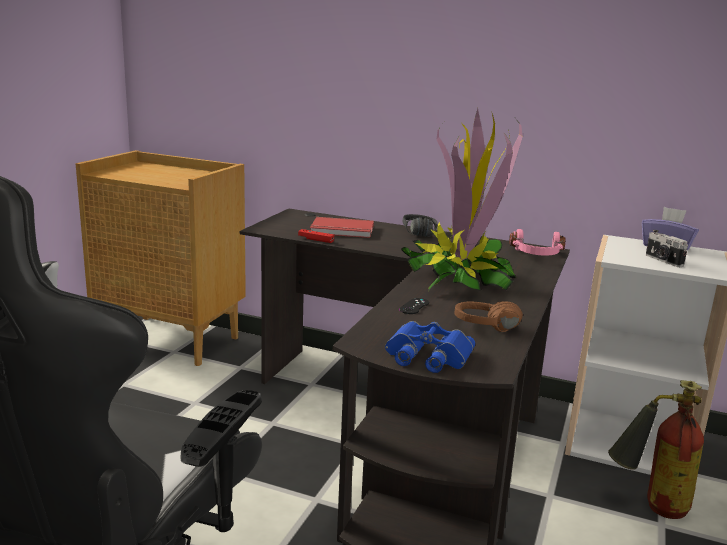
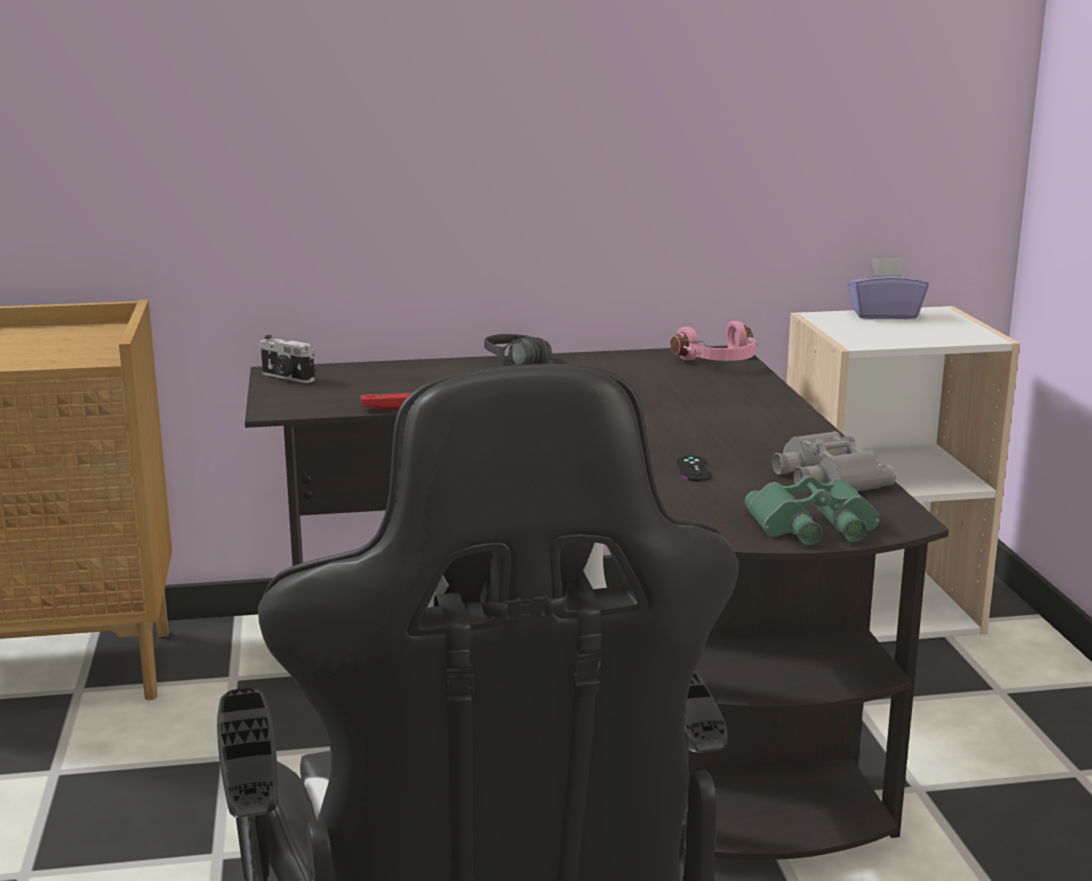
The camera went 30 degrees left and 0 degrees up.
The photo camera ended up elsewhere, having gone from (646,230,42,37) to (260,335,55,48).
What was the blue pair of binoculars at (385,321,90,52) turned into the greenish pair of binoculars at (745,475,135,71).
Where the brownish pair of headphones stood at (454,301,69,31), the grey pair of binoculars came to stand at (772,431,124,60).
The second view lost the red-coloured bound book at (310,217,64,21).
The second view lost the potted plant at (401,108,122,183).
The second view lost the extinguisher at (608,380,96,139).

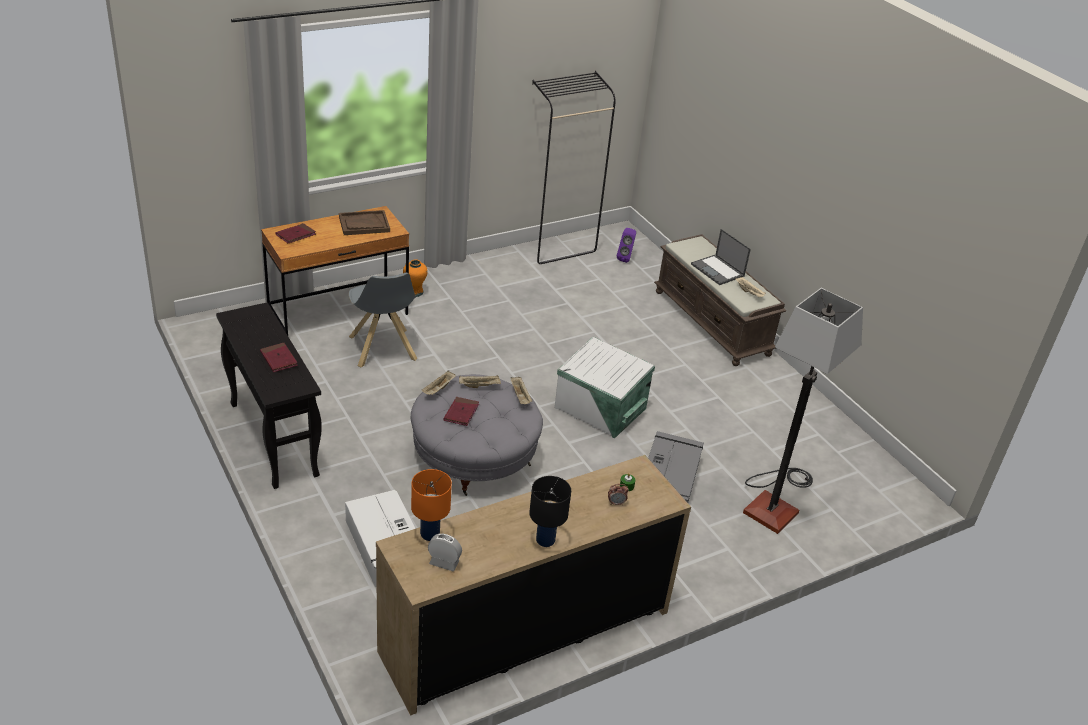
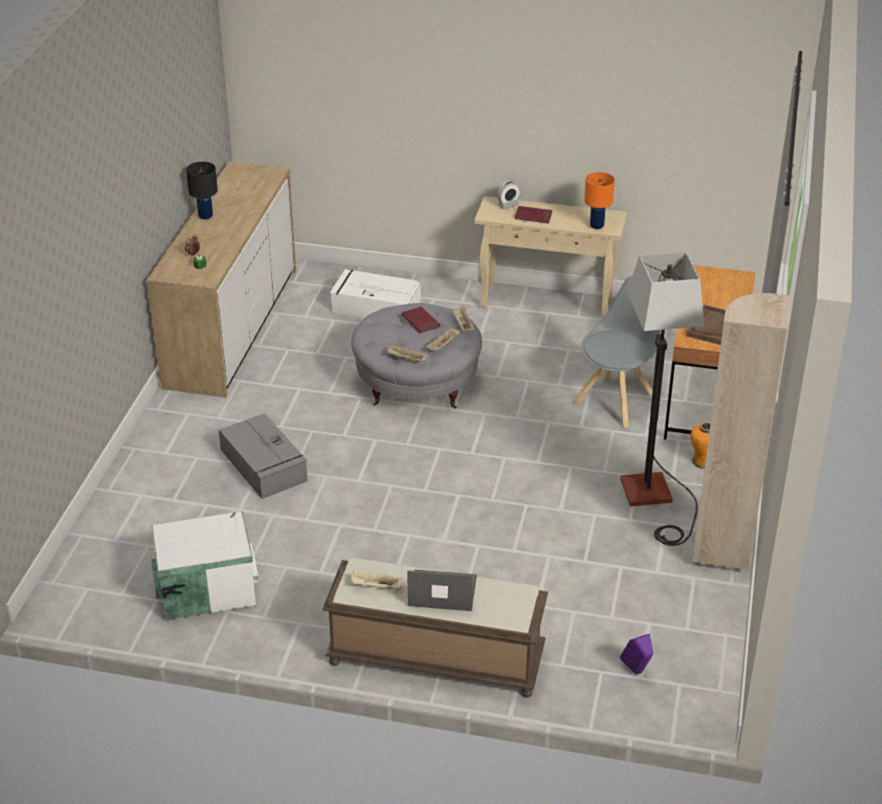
The camera went 135 degrees right and 0 degrees up.
The whitish storage bin ended up elsewhere, having gone from (555,337,100,102) to (151,511,108,110).
What was the black hall table at (216,302,106,187) turned into the beige-coloured hall table at (474,196,153,123).
The bedside clock ended up elsewhere, having gone from (428,534,34,37) to (497,181,23,29).
The grey plain chair at (349,273,68,95) ended up facing another way, 105 degrees clockwise from before.
The orange-coloured table lamp ended up elsewhere, having gone from (411,469,41,72) to (584,172,31,57).
The floor lamp ended up elsewhere, having gone from (743,288,120,246) to (620,252,84,294).
The second view gained the beige-coloured shelving unit at (692,293,98,277).
The second view lost the red-coloured bound book at (276,223,40,20).
The second view lost the black garment stand at (532,71,84,193).

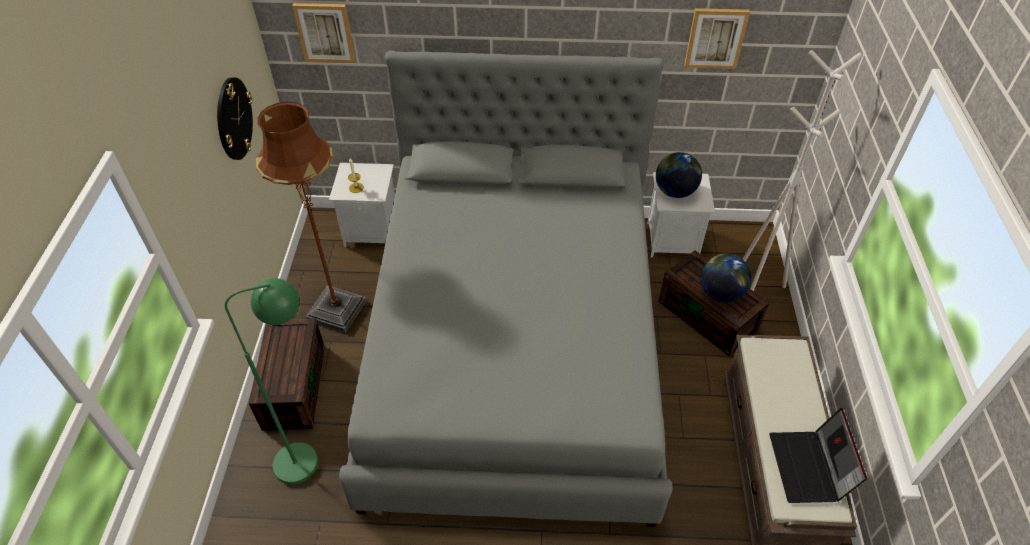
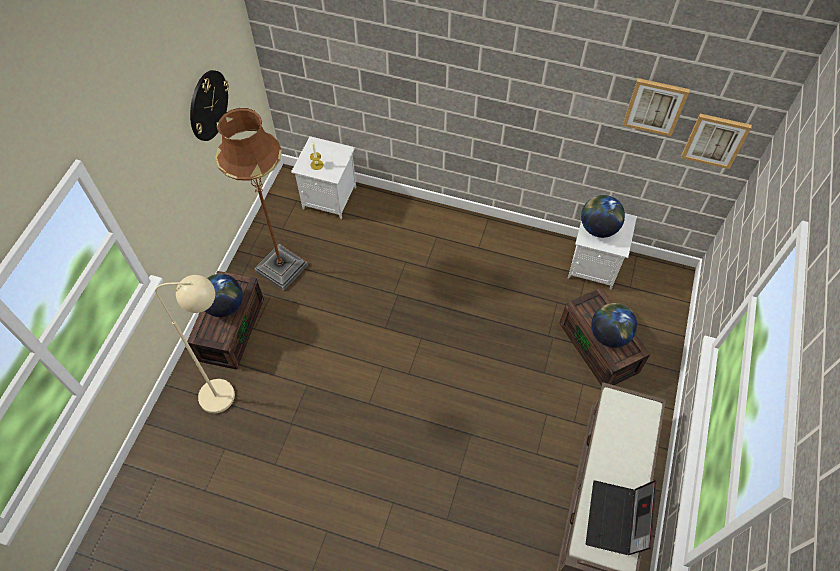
The camera went 15 degrees right and 10 degrees up.
What was the greenish floor lamp at (225,278,93,207) turned into the beige-coloured floor lamp at (155,275,80,138).
The second view gained the desk globe at (205,274,38,43).
The wall art ended up elsewhere, having gone from (292,3,64,60) to (681,114,71,55).
The second view lost the grey bedroom bed at (339,51,334,476).
The second view lost the grey garment stand at (742,50,120,241).

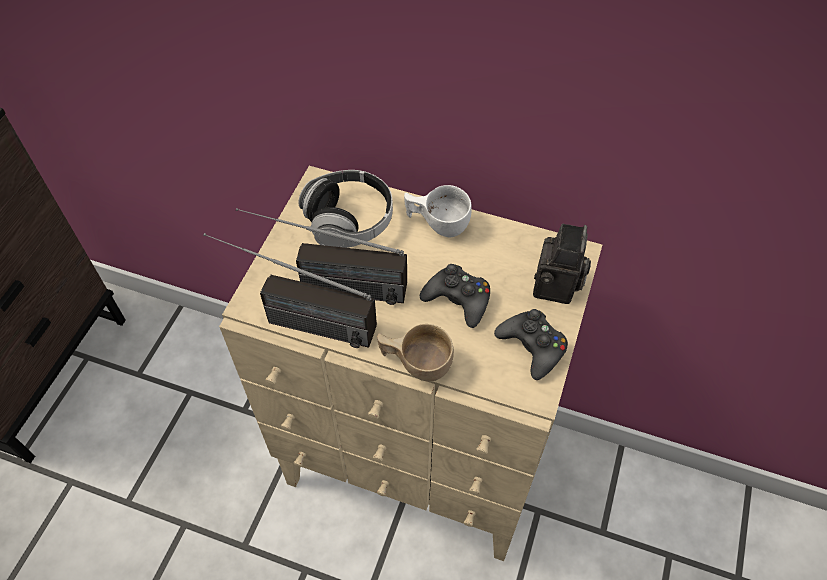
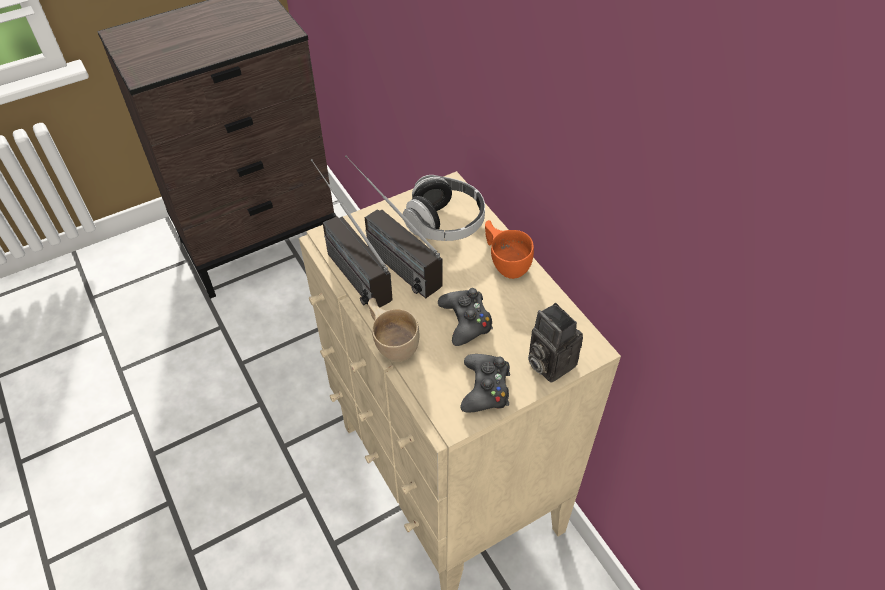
The camera went 40 degrees right and 5 degrees down.
What was the whitish drinking cup at (404,185,68,53) turned into the orange-coloured drinking cup at (485,220,49,59).
The photo camera at (533,224,58,80) ended up facing another way, 90 degrees clockwise from before.

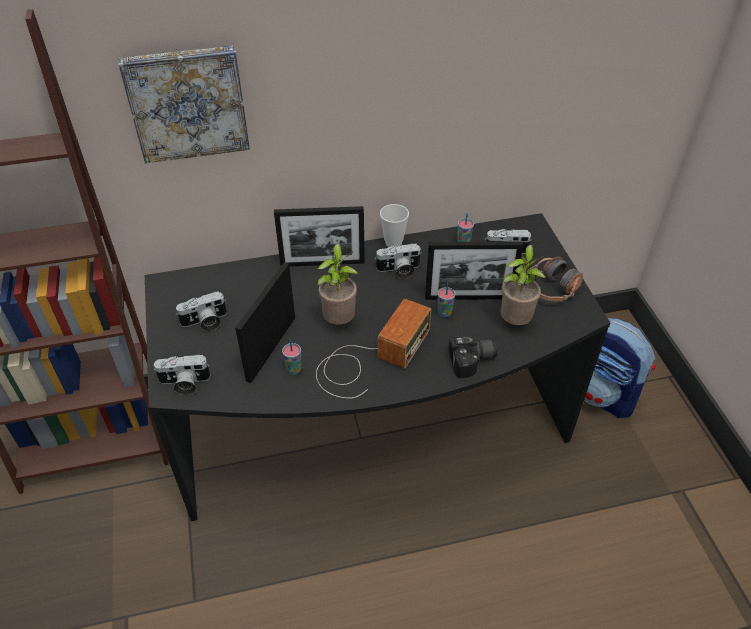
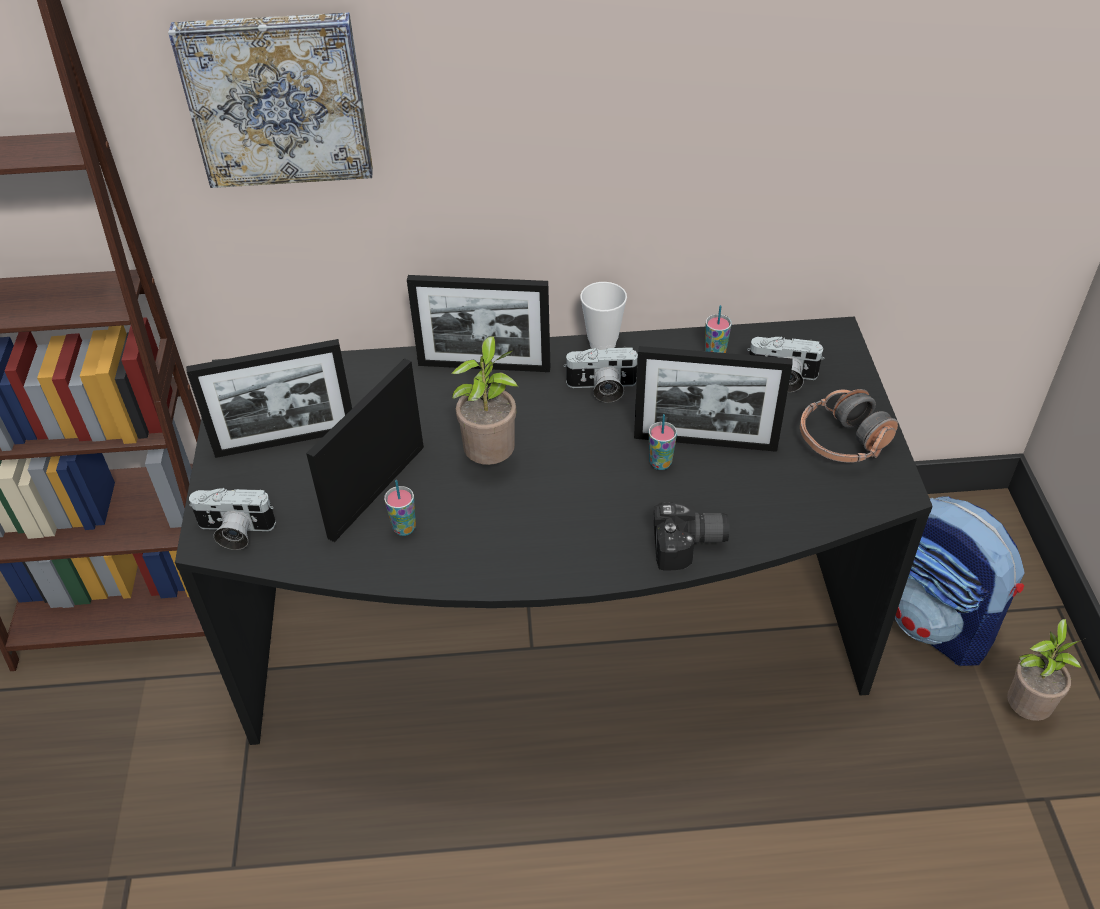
The camera went 10 degrees right and 0 degrees up.
Where the photo camera stood at (176,291,51,40), the photo frame came to stand at (186,339,166,119).
The potted plant ended up elsewhere, having gone from (500,245,45,80) to (1007,619,74,102).
The second view lost the radio at (316,299,115,100).

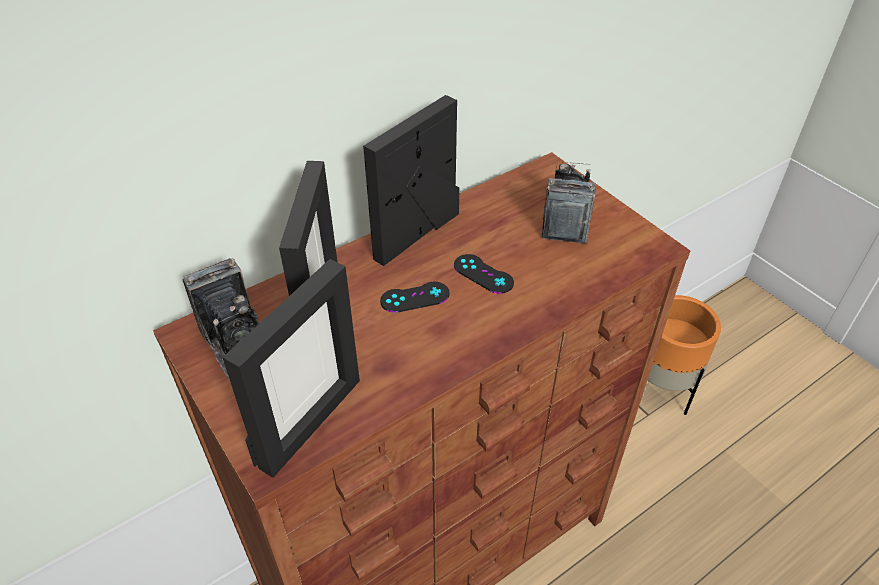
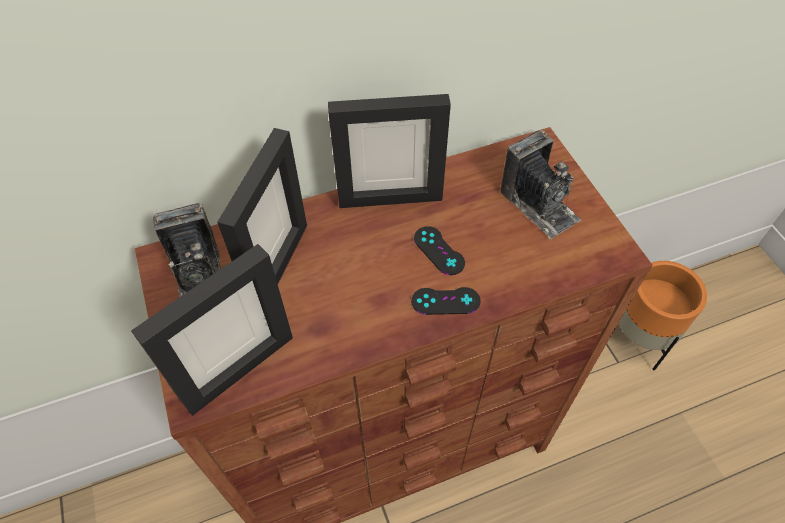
The camera went 15 degrees right and 10 degrees up.
The photo frame at (363,95,97,171) ended up facing another way, 150 degrees counterclockwise from before.
The black gamepad ended up elsewhere, having gone from (380,282,70,31) to (411,287,69,28).
The photo camera at (542,162,54,81) ended up facing another way, 120 degrees clockwise from before.

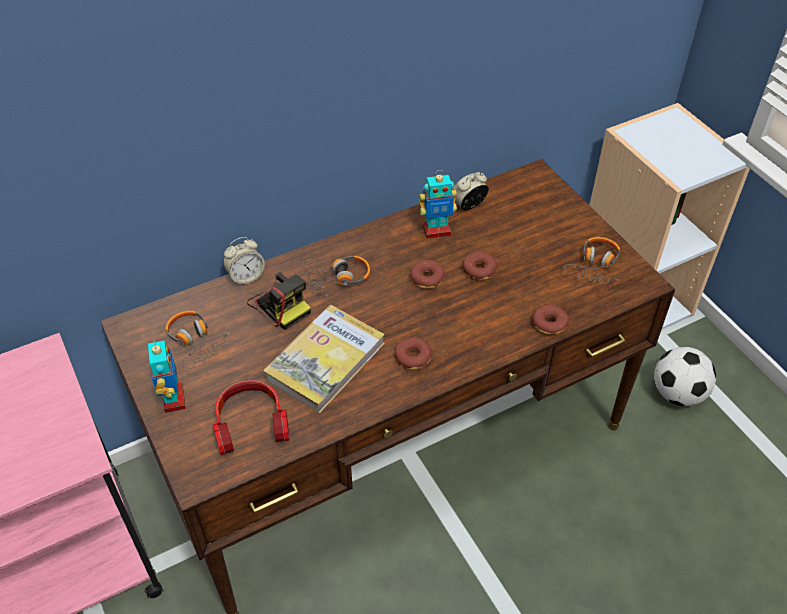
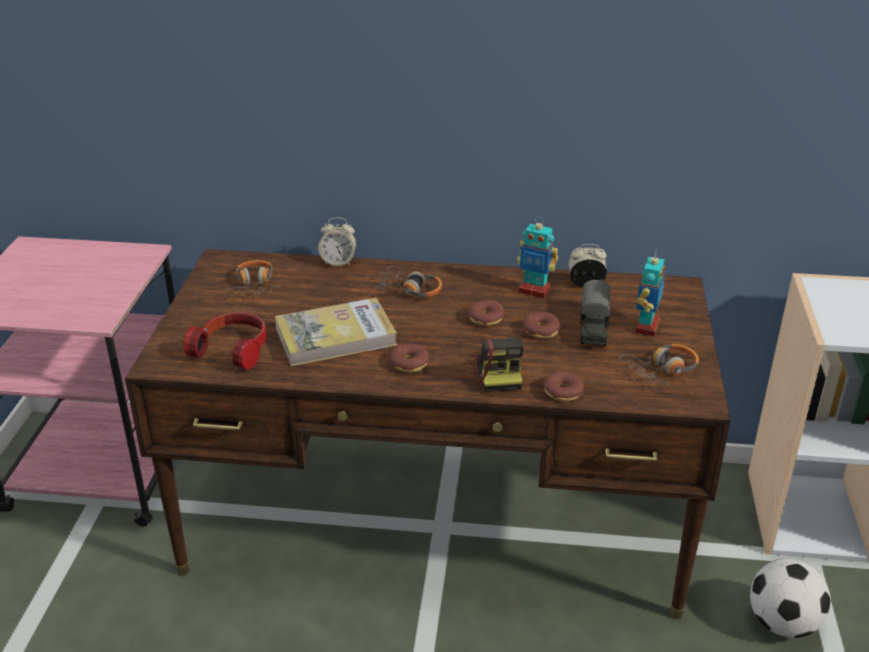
The camera went 35 degrees right and 15 degrees down.
The photo camera ended up elsewhere, having gone from (247,272,64,58) to (468,337,56,55).
The second view gained the toy truck at (580,280,31,66).
The toy robot ended up elsewhere, having gone from (148,340,38,73) to (635,250,30,87).

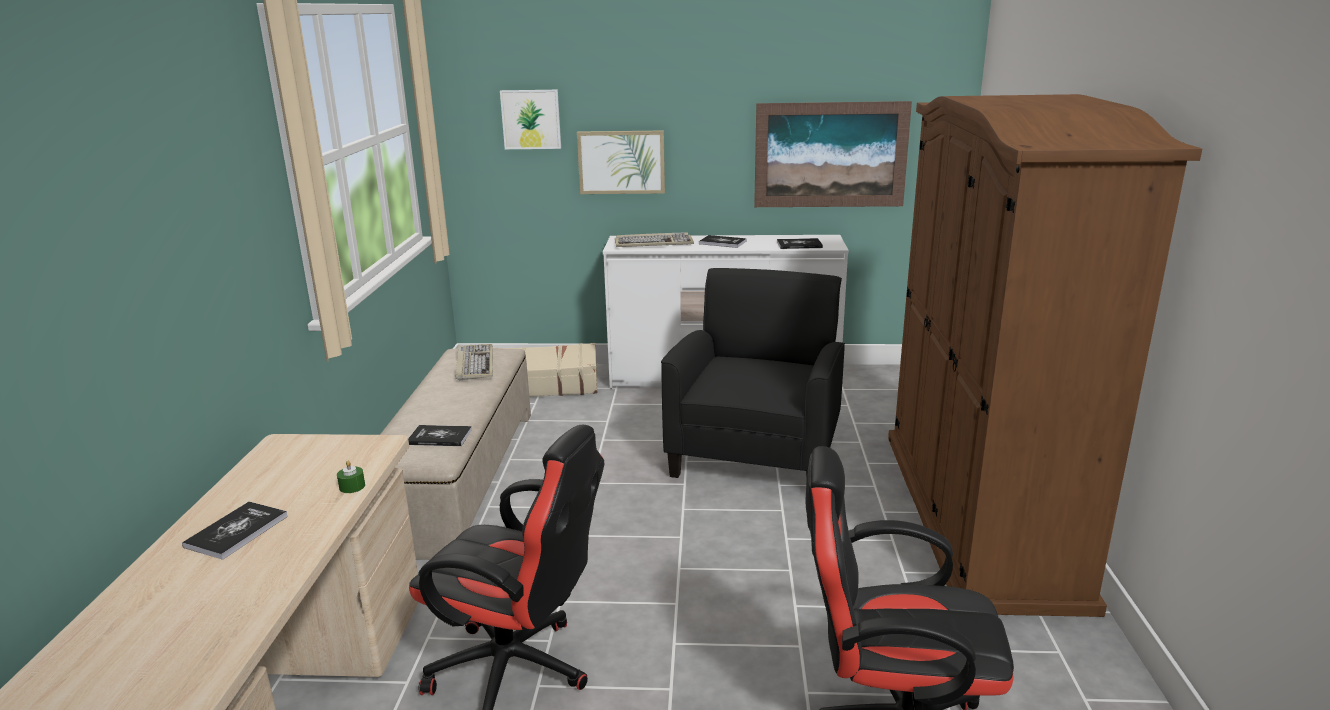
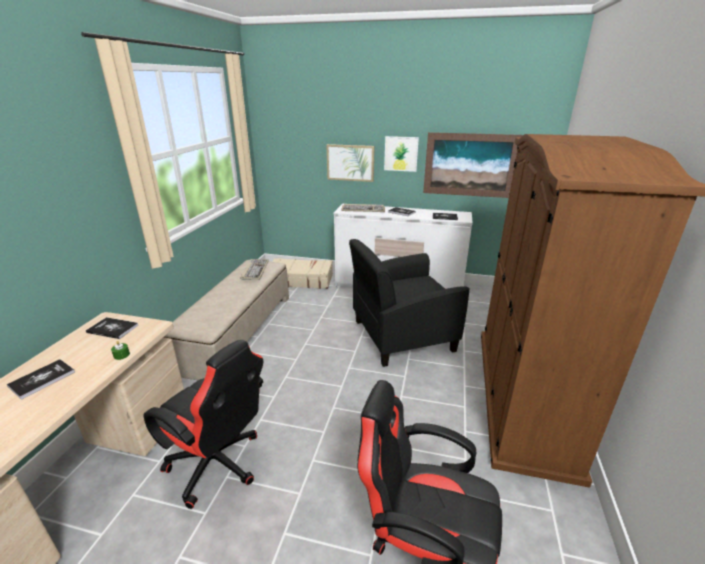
The camera went 10 degrees right and 5 degrees up.
The bound book ended up elsewhere, having gone from (408,425,64,21) to (86,317,53,22).
The black easy chair at (661,268,184,212) ended up facing another way, 135 degrees counterclockwise from before.
The wall art ended up elsewhere, having gone from (500,90,61,59) to (384,136,35,36).

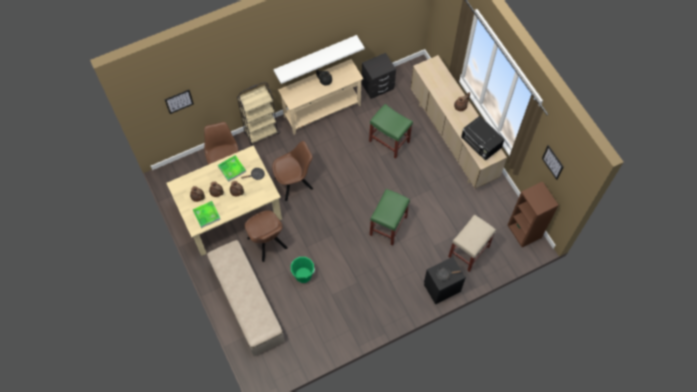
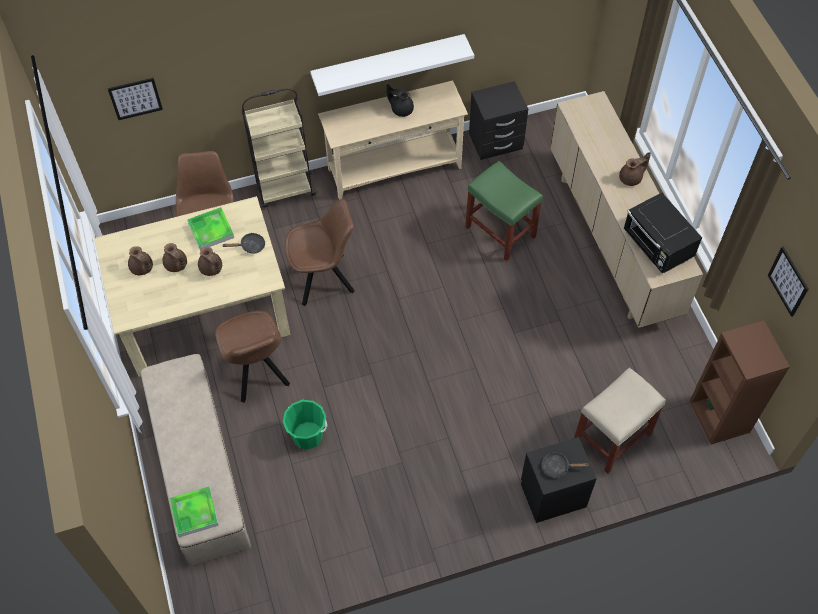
The camera went 10 degrees right and 5 degrees down.
The serving tray ended up elsewhere, having gone from (193,201,28,27) to (170,487,49,50).
The second view lost the greenish sitting stool at (370,189,40,56).

